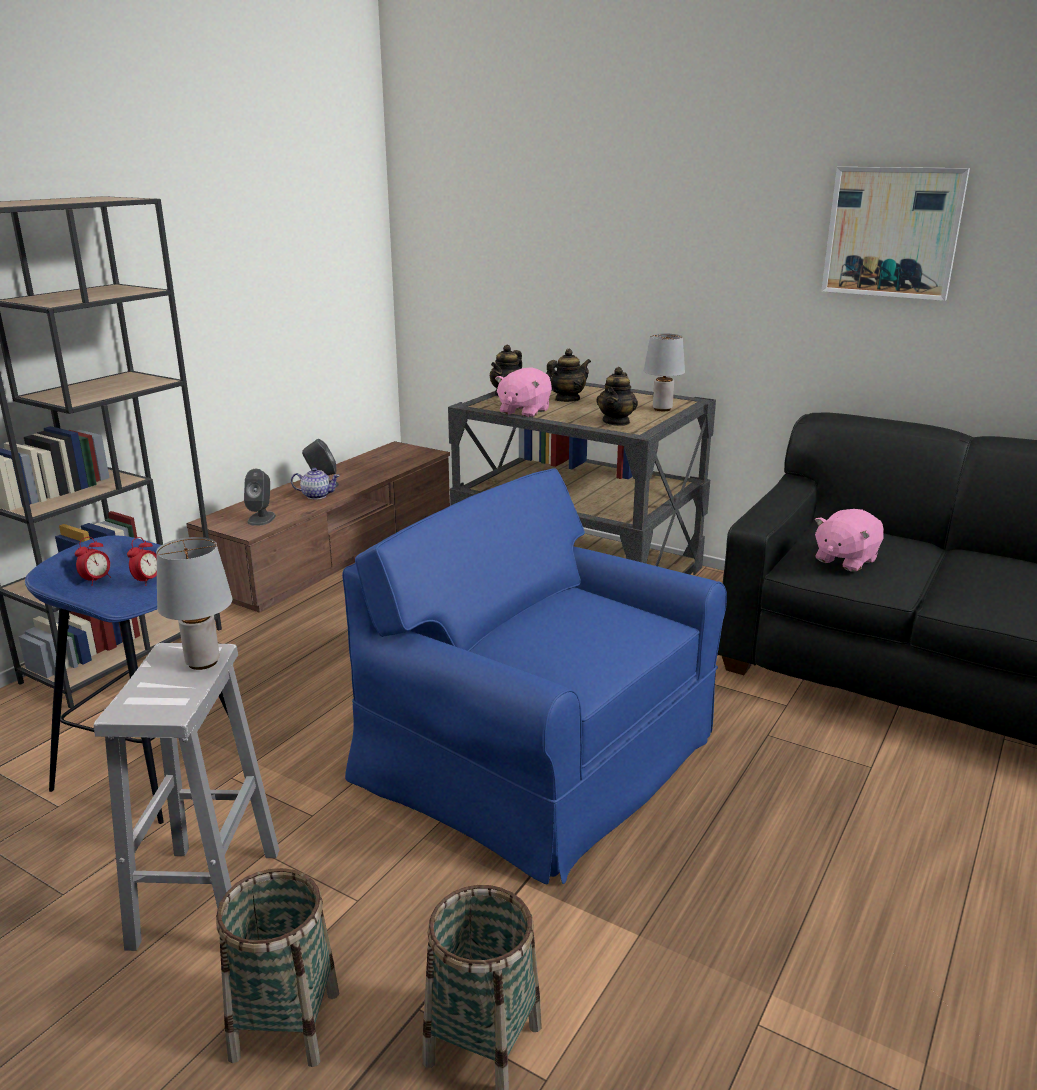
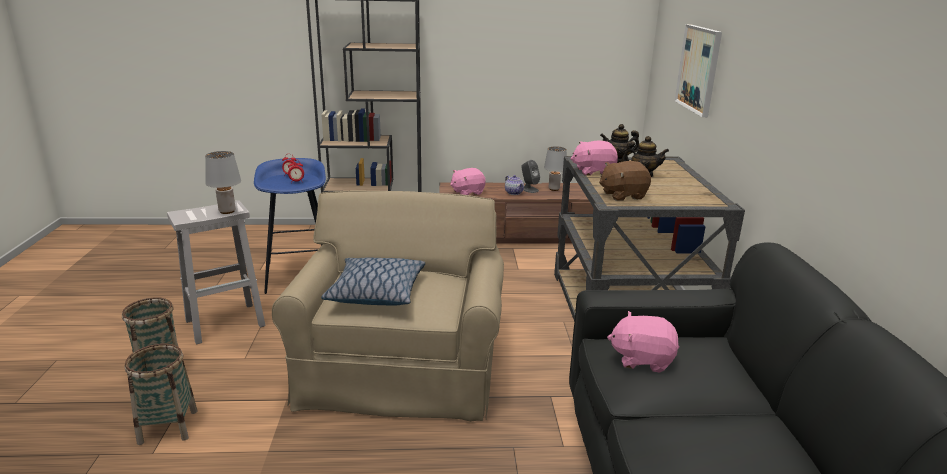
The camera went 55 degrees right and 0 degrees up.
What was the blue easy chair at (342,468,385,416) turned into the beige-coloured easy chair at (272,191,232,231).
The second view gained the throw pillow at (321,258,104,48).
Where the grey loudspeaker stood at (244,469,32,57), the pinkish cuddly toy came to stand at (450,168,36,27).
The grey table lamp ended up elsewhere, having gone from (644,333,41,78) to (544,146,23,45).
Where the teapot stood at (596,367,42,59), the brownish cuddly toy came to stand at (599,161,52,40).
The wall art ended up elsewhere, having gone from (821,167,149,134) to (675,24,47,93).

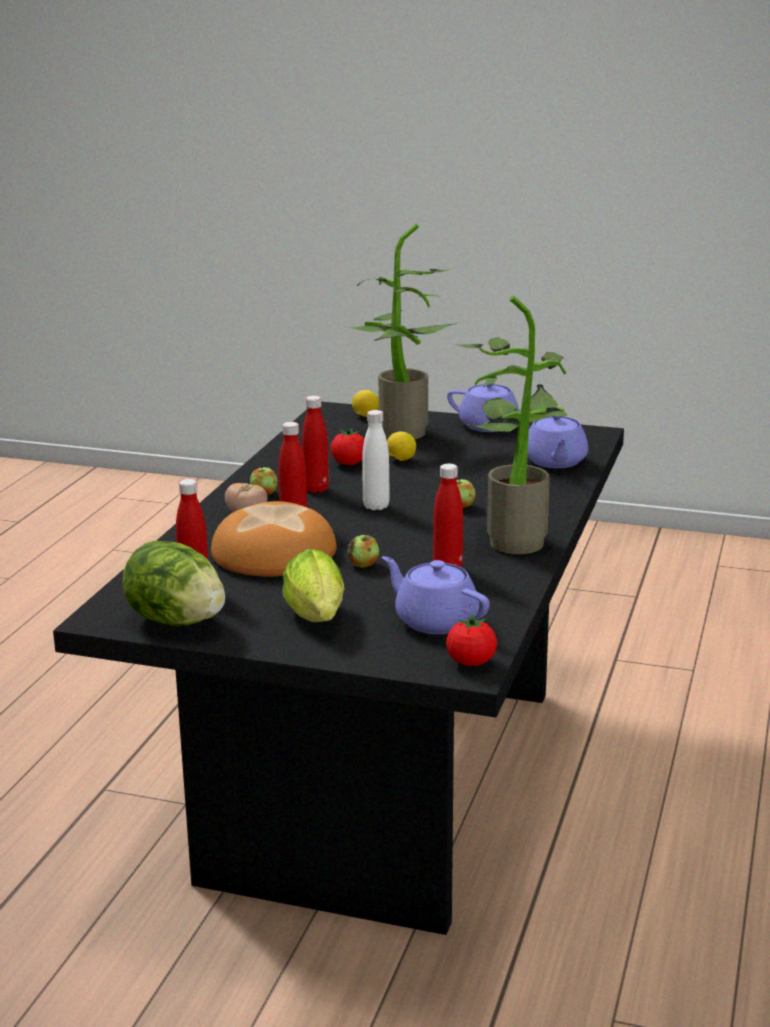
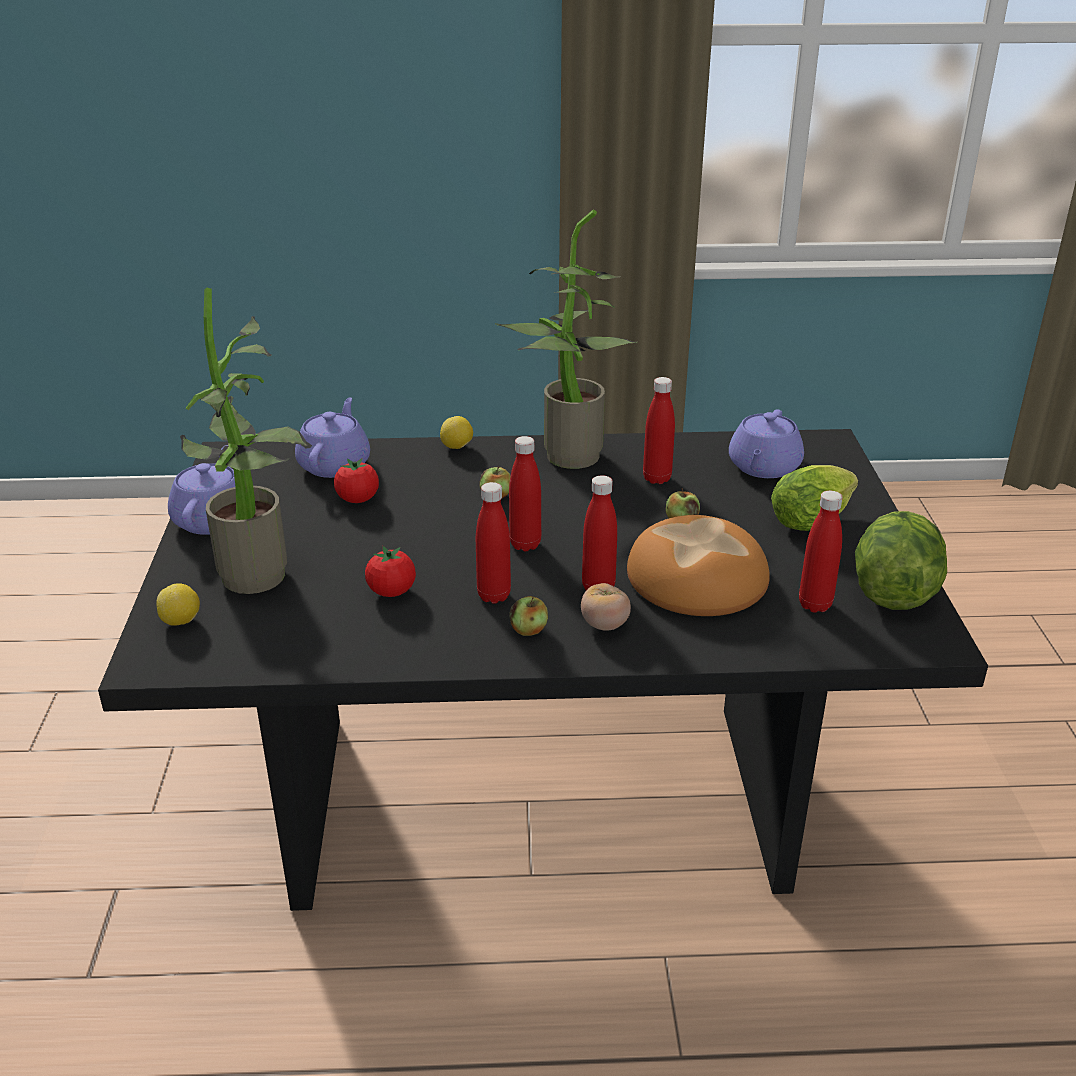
The camera went 110 degrees left and 10 degrees up.
The purple-coloured teapot at (528,416,60,52) ended up facing another way, 60 degrees counterclockwise from before.
The tomato ended up elsewhere, having gone from (446,614,51,52) to (334,458,45,45).
The lemon ended up elsewhere, having gone from (387,431,29,30) to (440,416,33,33).
What was the whitish bottle at (362,410,28,100) turned into the red-coloured bottle at (509,436,32,115).

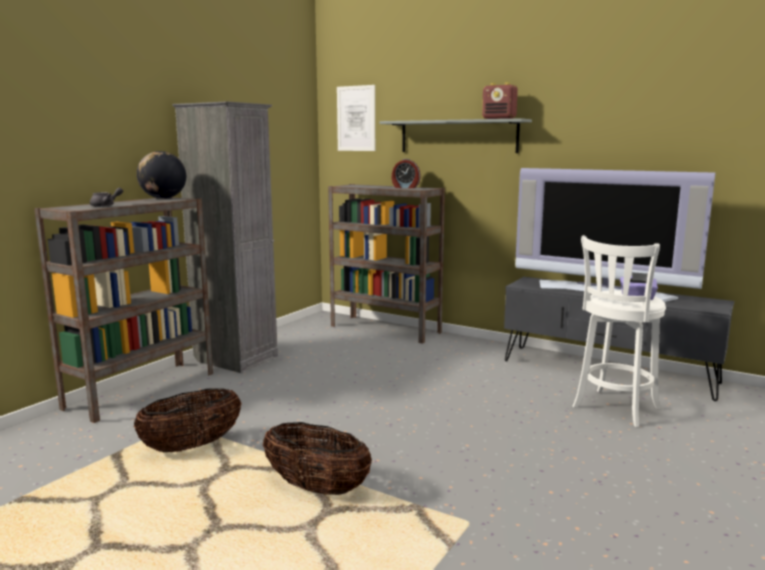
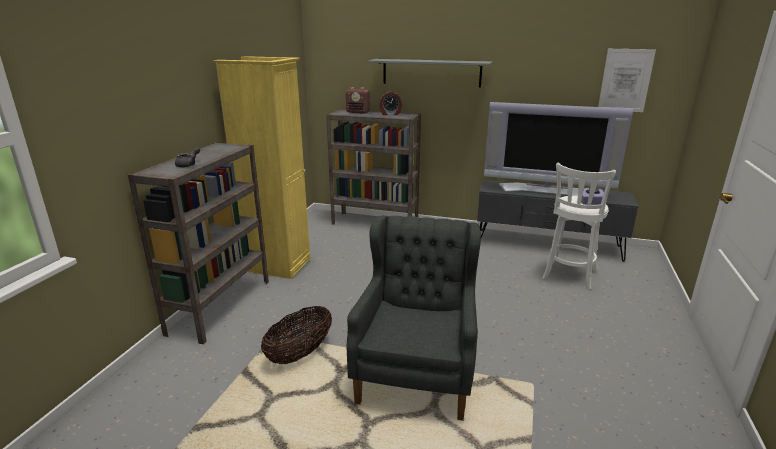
The camera went 15 degrees left and 10 degrees up.
What was the grey storage cabinet at (172,102,106,271) turned into the yellow storage cabinet at (214,56,96,223).
The radio ended up elsewhere, having gone from (482,82,36,37) to (346,87,24,27).
Where the household basket stood at (263,422,109,73), the grey easy chair came to stand at (347,216,134,205).
The wall art ended up elsewhere, having gone from (337,85,38,66) to (598,49,58,63).
The second view lost the desk globe at (137,151,49,48).

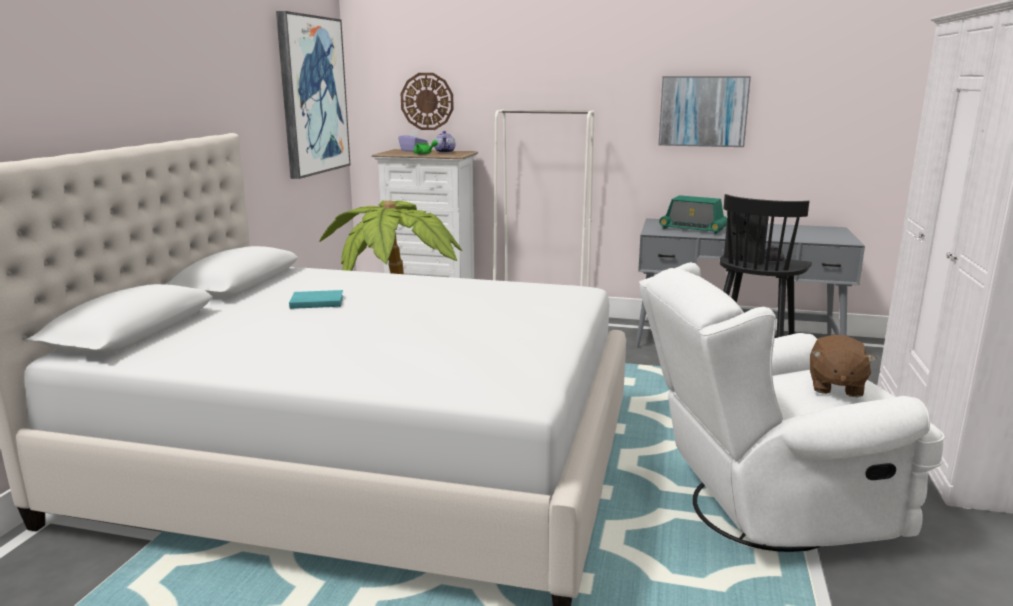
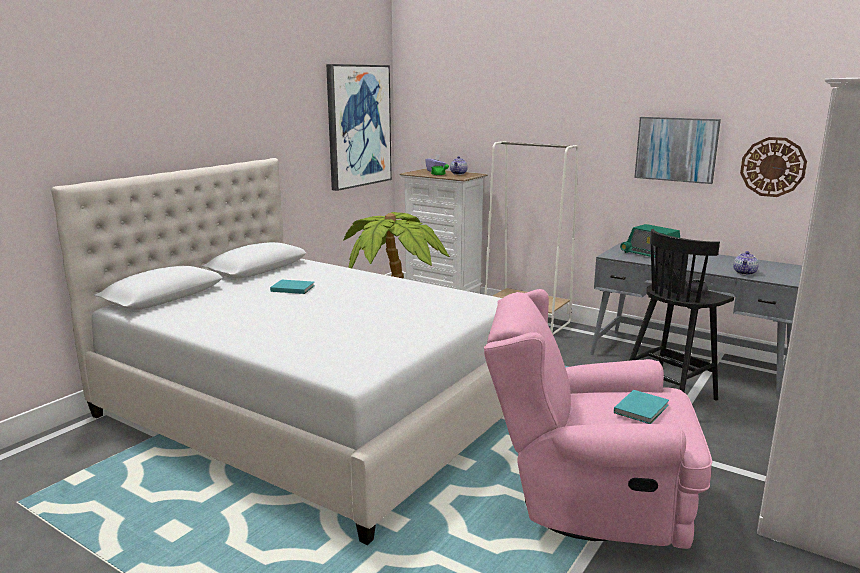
The camera went 20 degrees right and 0 degrees up.
What was the whitish easy chair at (639,262,306,290) turned into the pinkish easy chair at (484,289,228,260).
Where the brownish cuddly toy stood at (810,335,67,62), the blue-green bound book came to stand at (614,390,55,34).
The second view gained the teapot at (733,251,26,24).
The hanging clock ended up elsewhere, having gone from (401,73,53,57) to (740,137,67,60).

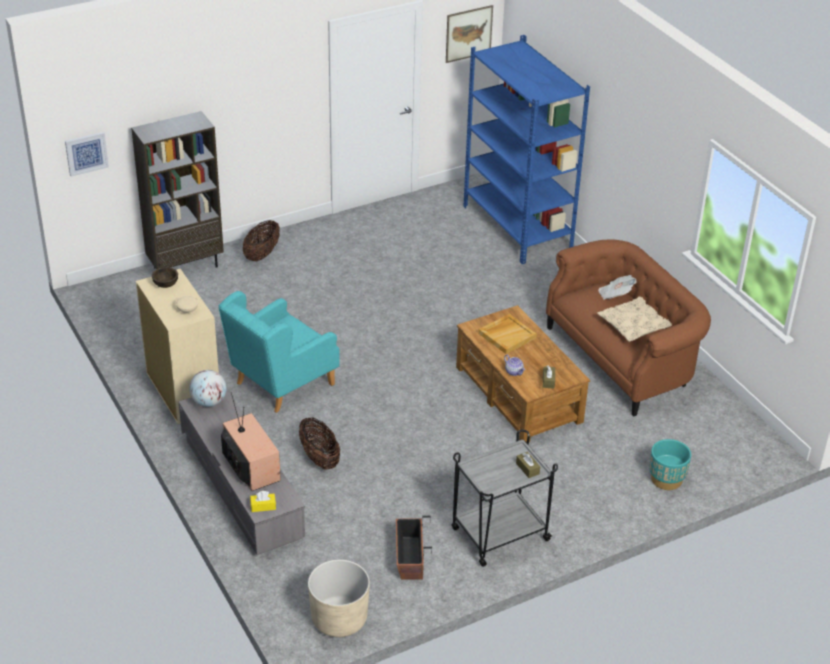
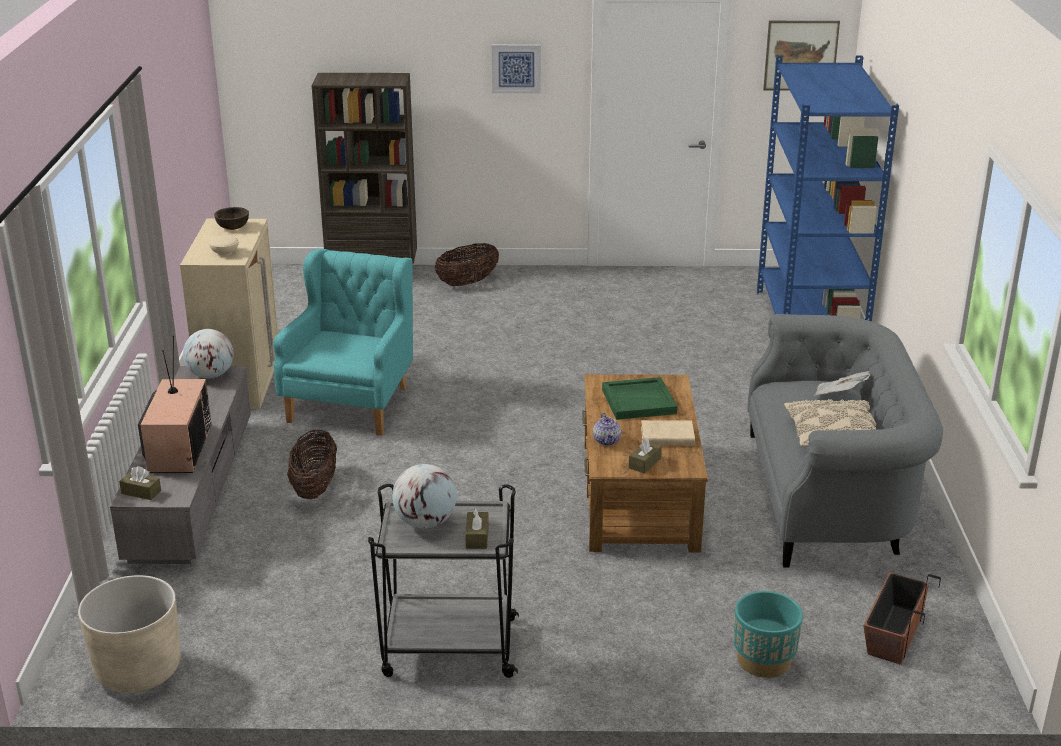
The camera went 30 degrees right and 10 degrees down.
What was the yellow box of tissues at (250,491,26,21) turned into the brownish box of tissues at (119,466,42,34).
The blue-green easy chair at (219,291,121,122) ended up facing another way, 120 degrees clockwise from before.
The second view gained the desk globe at (392,464,64,65).
The wall art ended up elsewhere, having gone from (65,132,44,45) to (492,44,49,49).
What was the beige-coloured serving tray at (478,314,59,40) turned into the greenish serving tray at (602,377,75,43).
The second view gained the beige-coloured bound book at (641,420,54,25).
What was the brownish sofa at (546,239,165,177) turned into the grey sofa at (747,314,196,254).
The flower pot ended up elsewhere, having gone from (396,516,36,64) to (863,572,78,93).

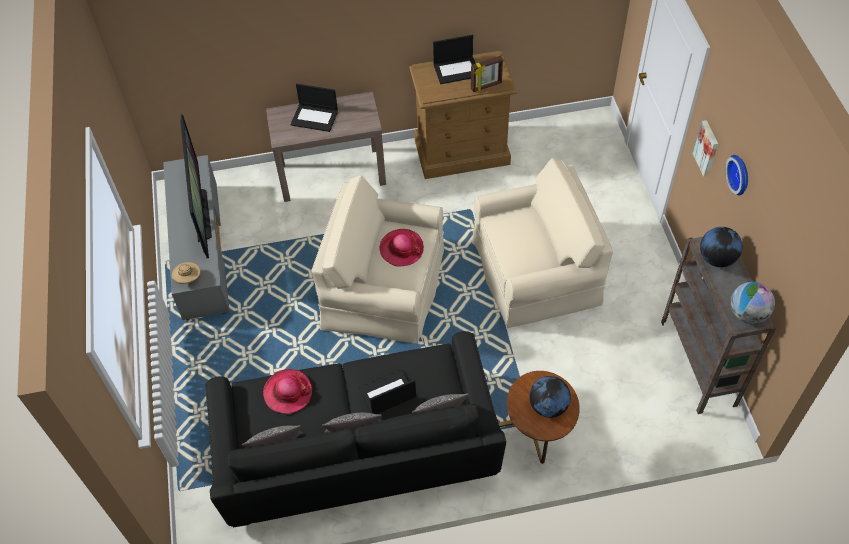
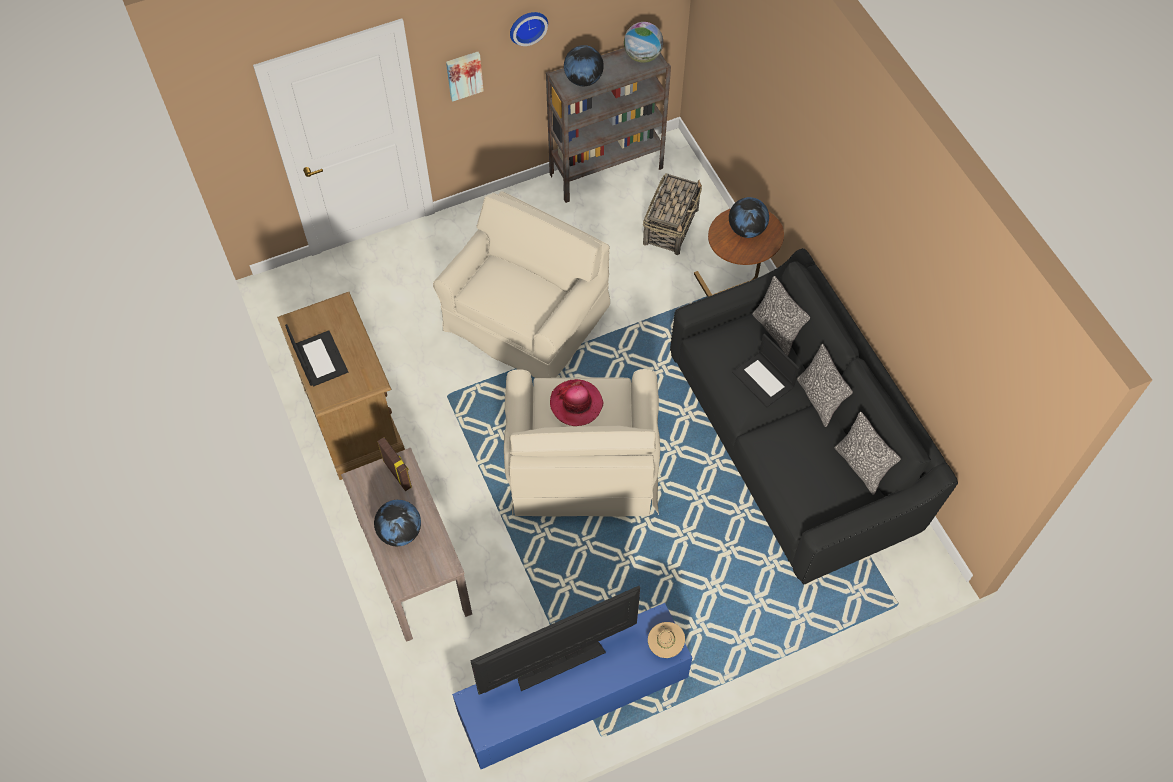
The camera went 105 degrees left and 5 degrees up.
Where the portable computer stood at (291,84,47,48), the desk globe came to stand at (374,500,47,46).
The photo frame ended up elsewhere, having gone from (471,56,32,36) to (377,437,35,54).
The beige-coloured easy chair at (471,158,142,170) ended up facing another way, 60 degrees clockwise from before.
What was the grey media console at (163,155,67,165) turned into the blue media console at (452,603,240,166).
The second view gained the household basket at (643,173,59,82).
The second view lost the wearable hat at (263,369,49,45).

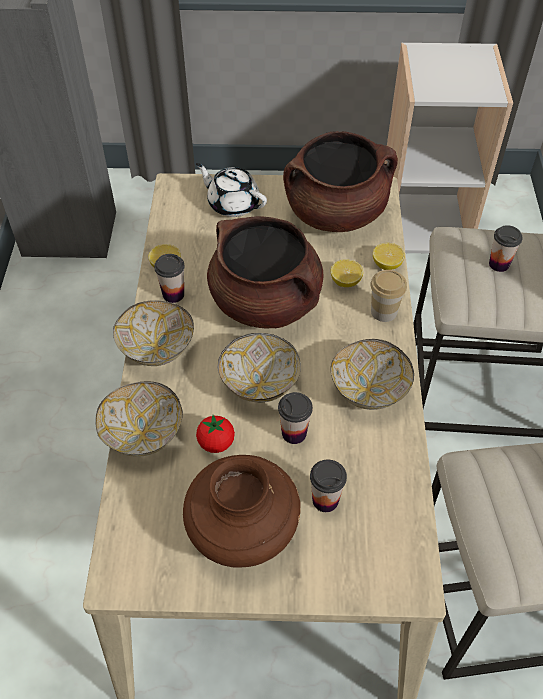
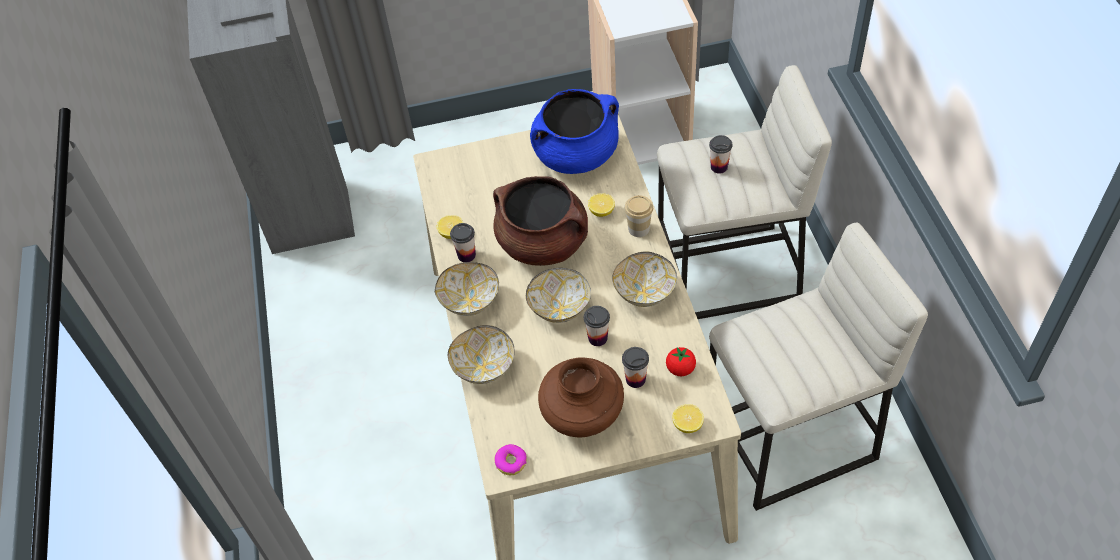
The camera went 10 degrees left and 0 degrees up.
The second view gained the doughnut at (495,444,32,31).
What was the brownish saucepot at (283,131,115,101) turned into the blue saucepot at (530,89,89,85).
The tomato ended up elsewhere, having gone from (196,415,39,38) to (666,347,30,30).
The lemon ended up elsewhere, having gone from (373,243,32,27) to (672,404,32,29).
The second view lost the whitish teapot at (196,163,71,54).

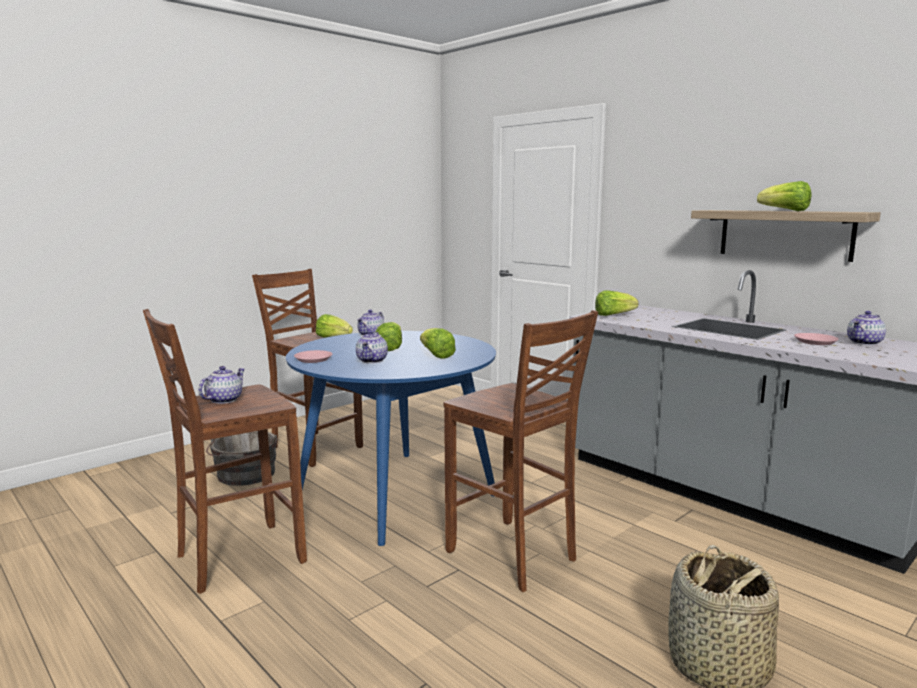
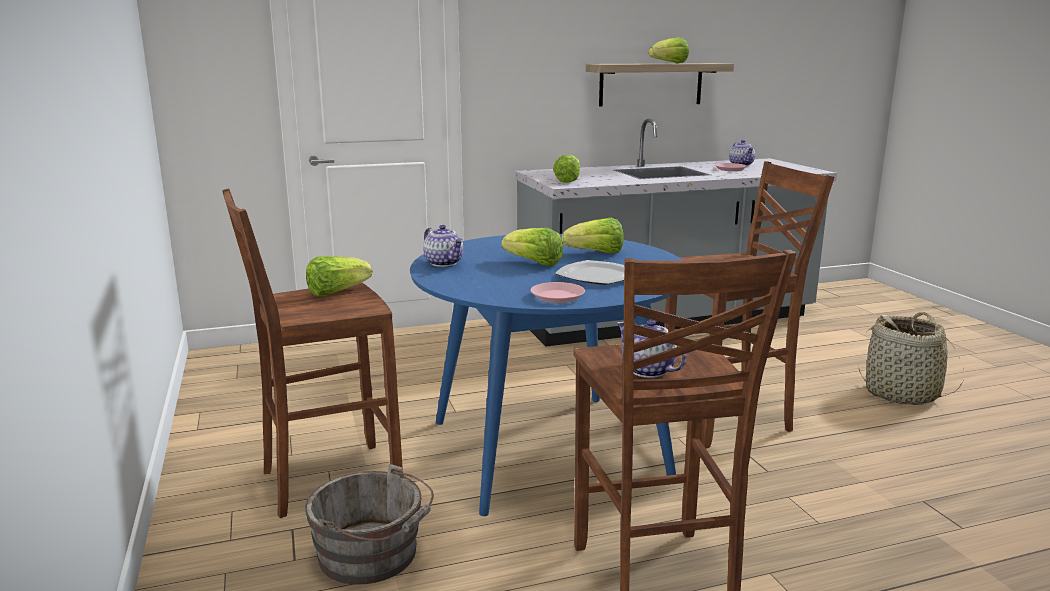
The camera went 65 degrees left and 5 degrees up.
Where the teapot stood at (356,330,32,34), the flat dish came to stand at (555,260,69,25).

